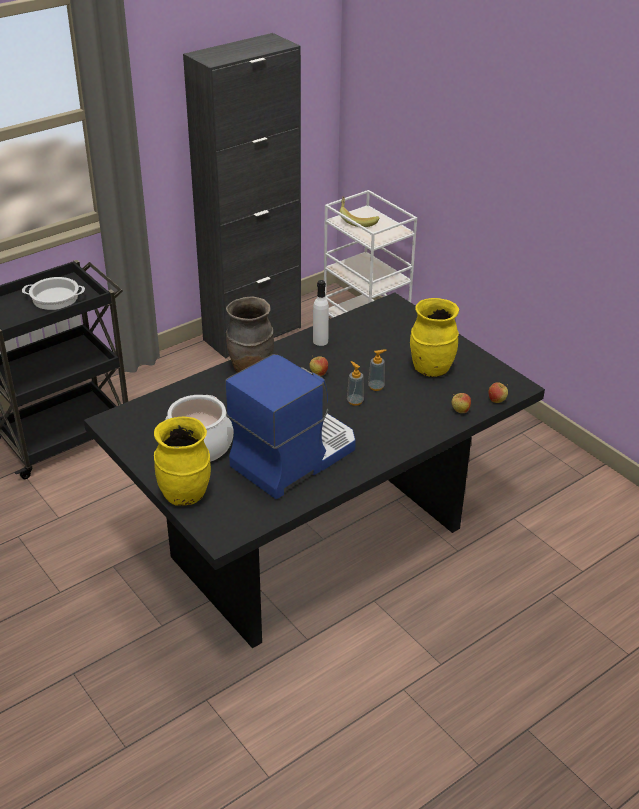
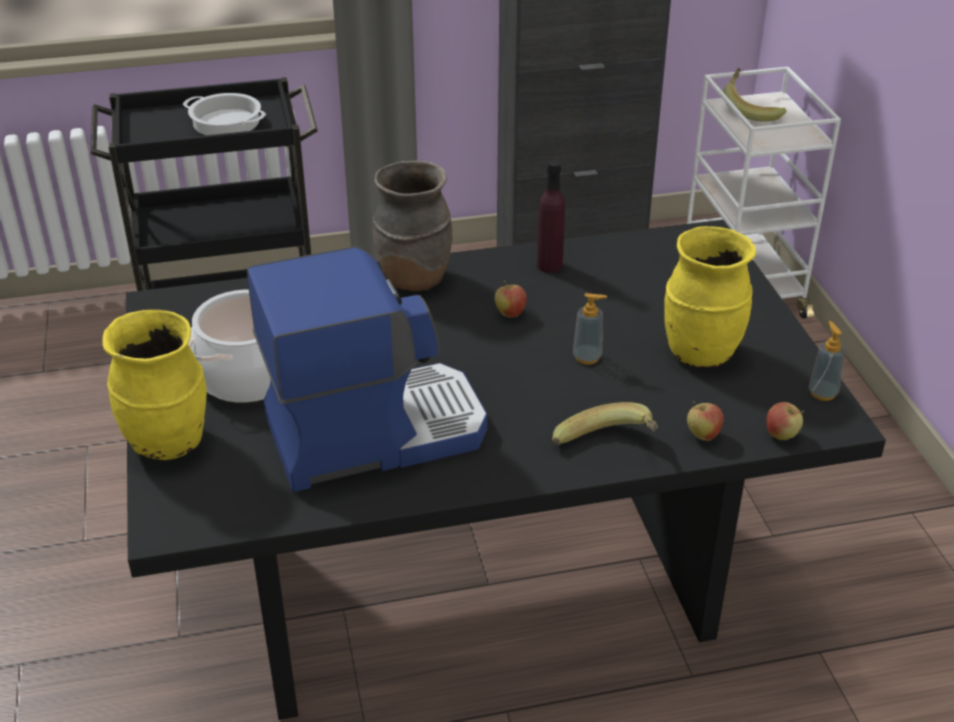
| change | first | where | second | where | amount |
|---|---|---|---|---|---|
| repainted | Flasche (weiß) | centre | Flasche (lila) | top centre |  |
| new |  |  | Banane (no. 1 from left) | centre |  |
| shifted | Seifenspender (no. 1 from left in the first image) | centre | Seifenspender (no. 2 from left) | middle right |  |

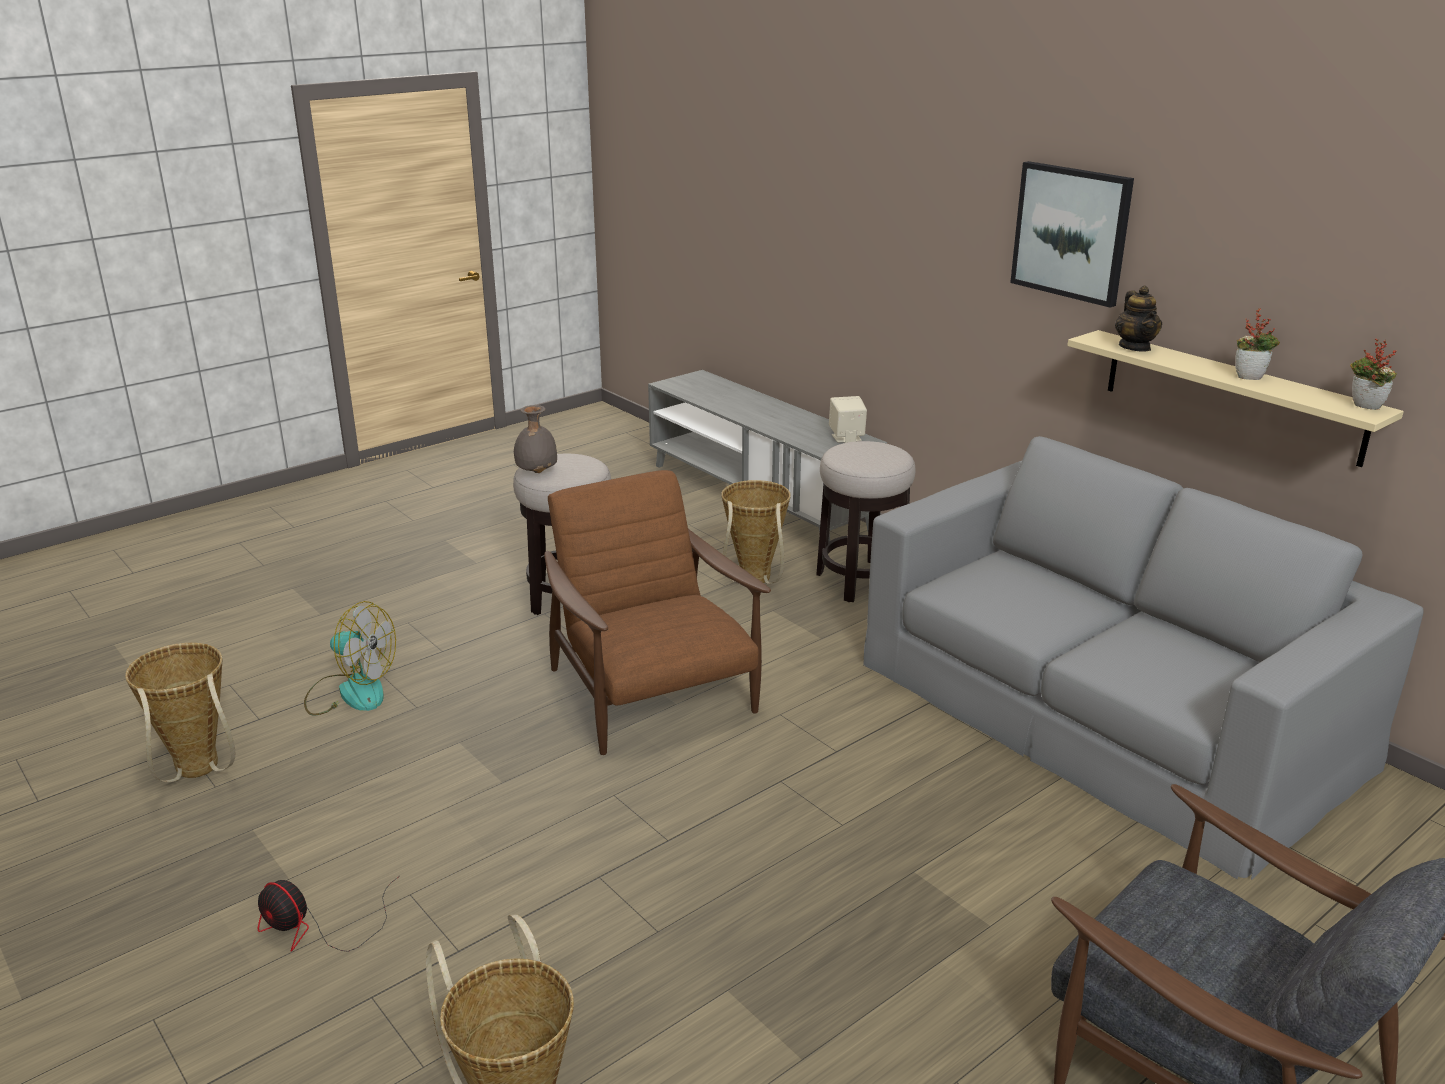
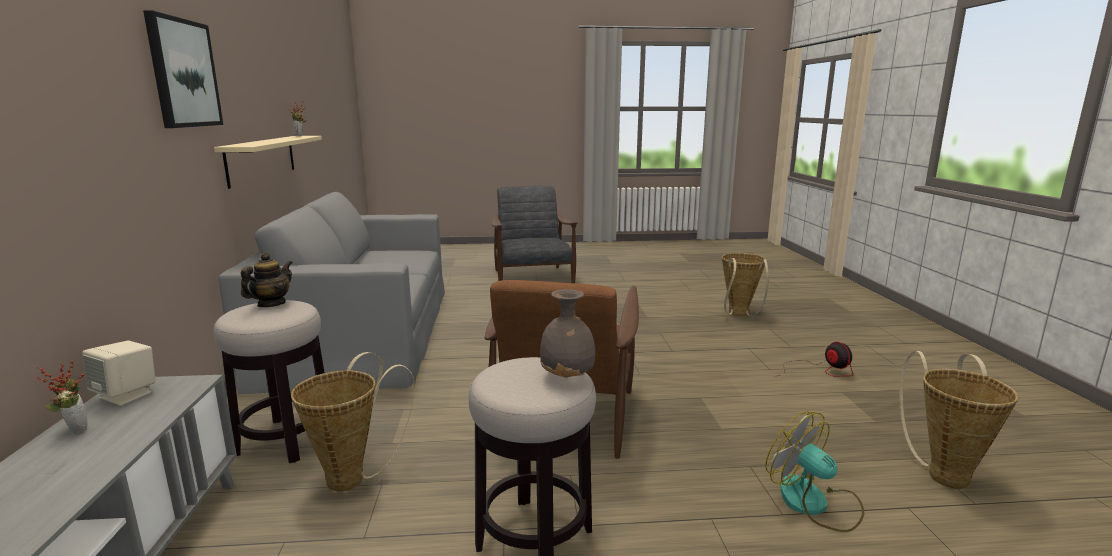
| change | first | where | second | where | amount |
|---|---|---|---|---|---|
| shifted | Topfpflanze (no. 1 from left) | top right |  | bottom left |  |
| shifted | Teekanne | top right |  | middle left |  |

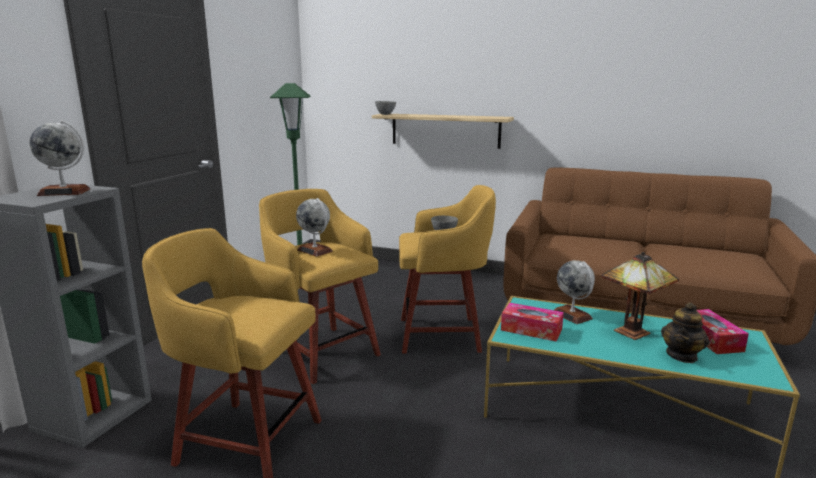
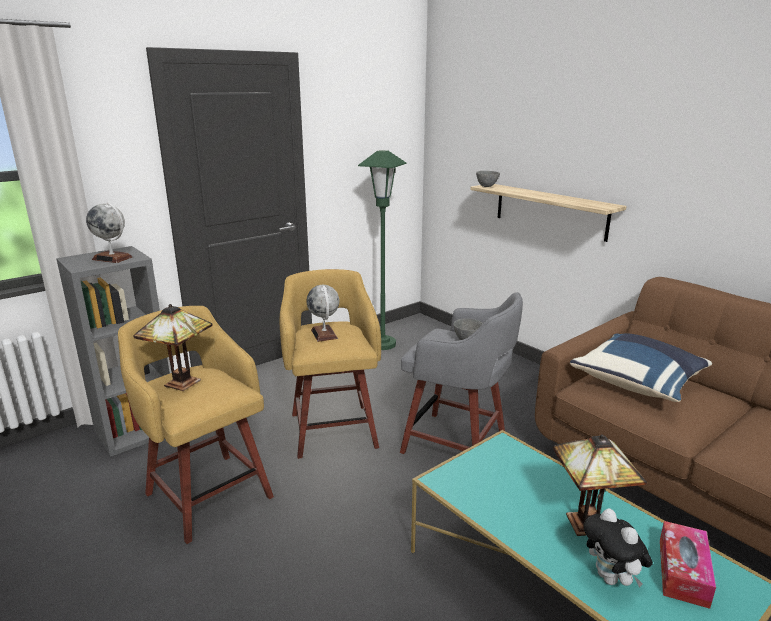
| change | first | where | second | where | amount |
|---|---|---|---|---|---|
| new |  |  | Tischlampe (no. 1 from left) | middle left |  |
| repainted | Hocker (gelb) (no. 3 from left) | centre | Hocker (grau) | centre |  |
| new |  |  | Kissen (blau) | middle right |  |
| swapped | Teekanne | bottom right | Plüschtier | bottom right |  |
| gone | Taschentuchbox (no. 1 from left) | bottom centre |  |  |  |
| gone | Globus (no. 3 from left) | middle right |  |  |  |

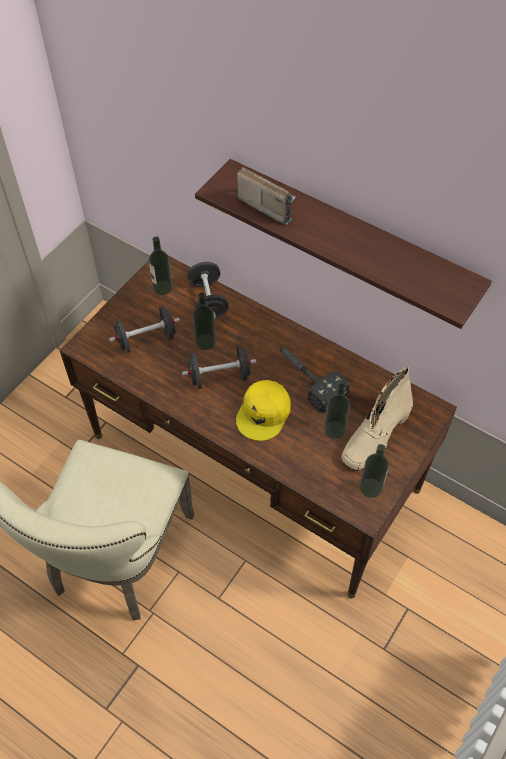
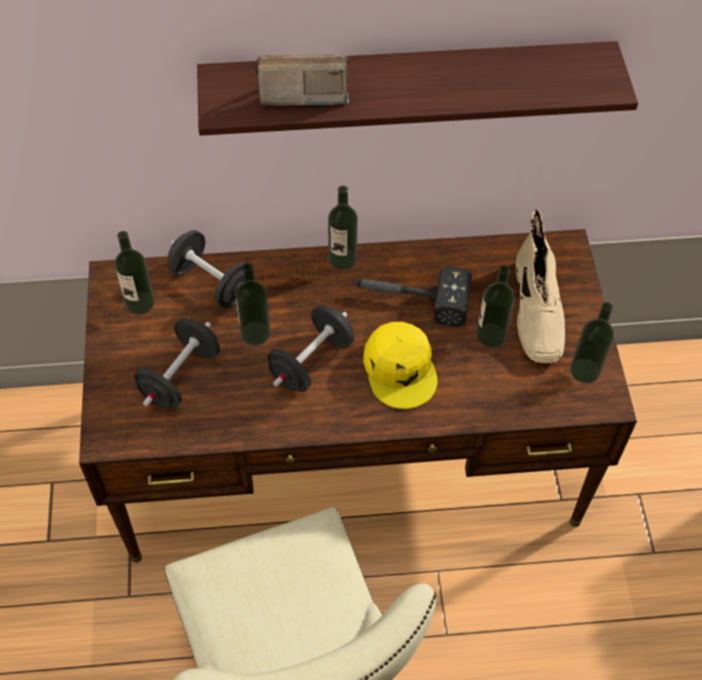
| change | first | where | second | where | amount |
|---|---|---|---|---|---|
| new |  |  | Flasche (no. 3 from left) | centre |  |

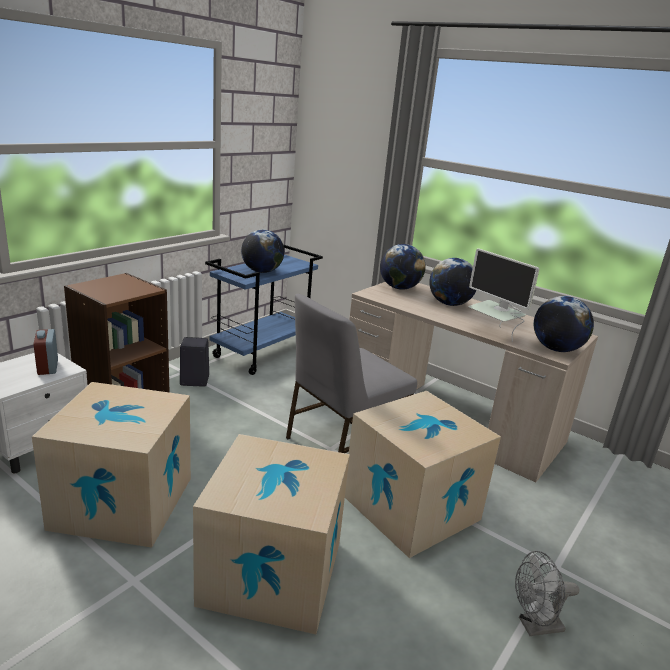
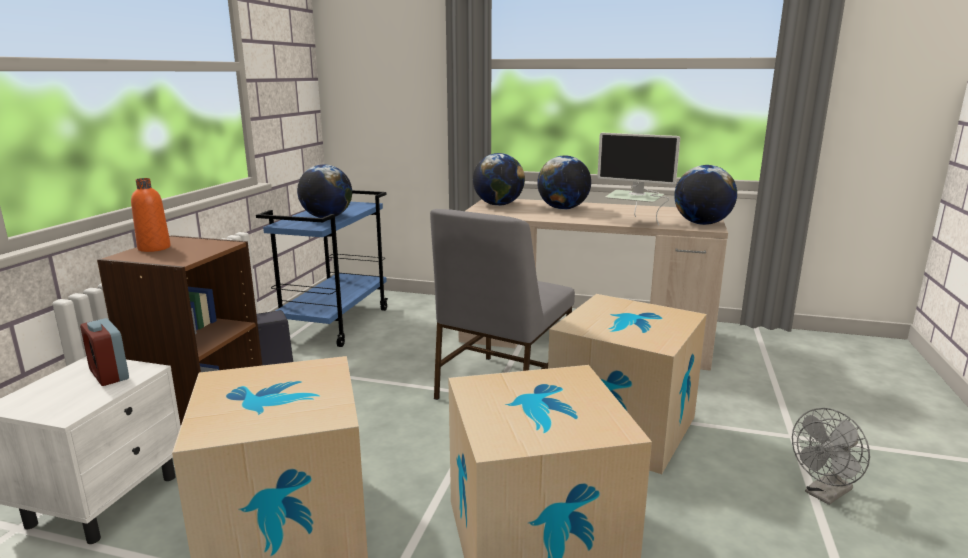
| change | first | where | second | where | amount |
|---|---|---|---|---|---|
| new |  |  | Flasche (orange) | middle left |  |

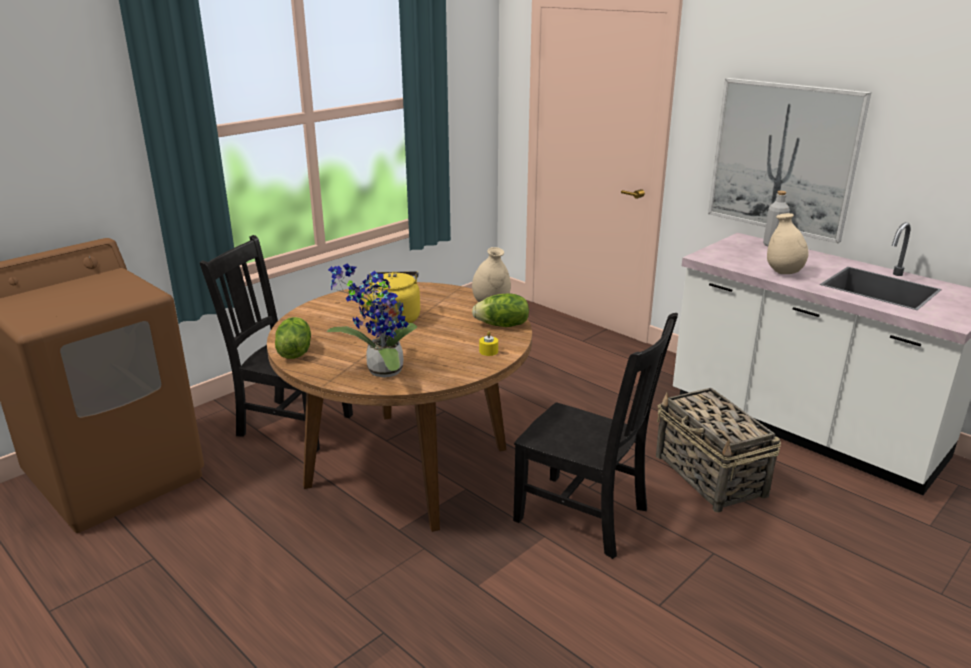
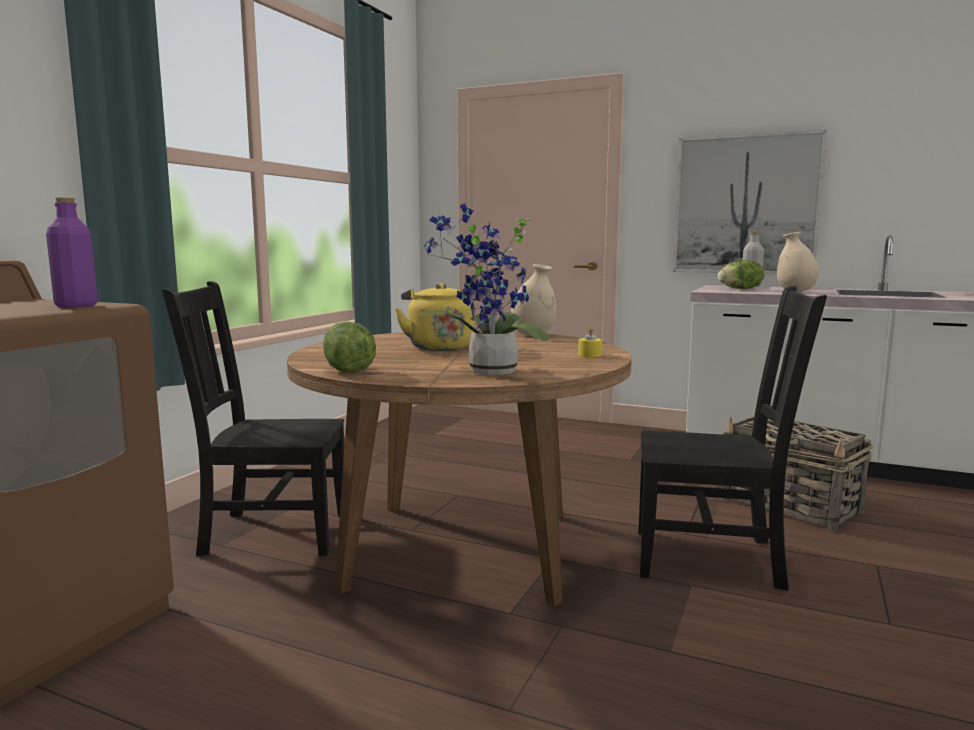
| change | first | where | second | where | amount |
|---|---|---|---|---|---|
| new |  |  | Flasche (lila) | middle left |  |
| shifted | Salatkopf (no. 2 from left) | centre |  | middle right |  |

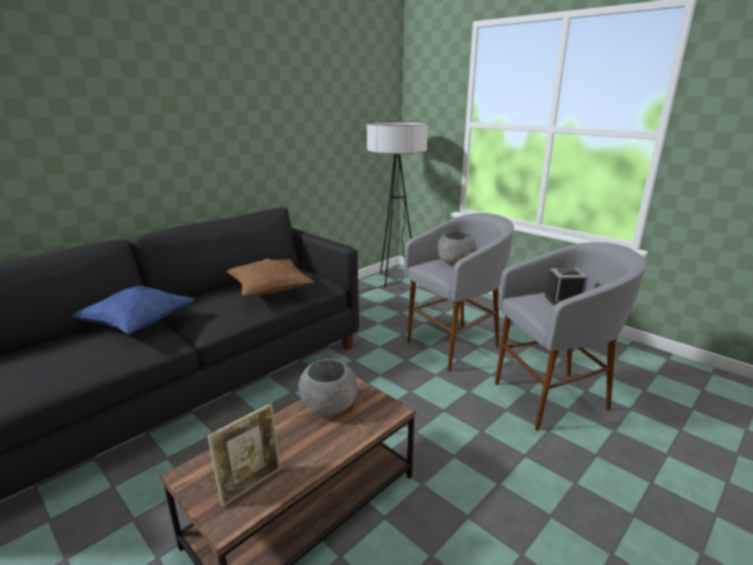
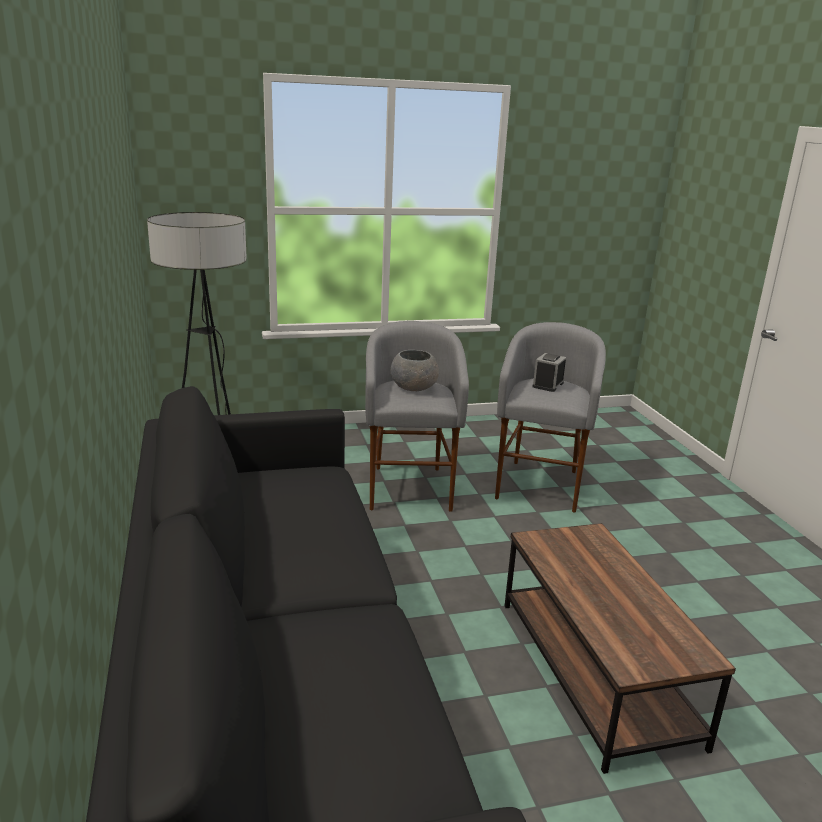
| change | first | where | second | where | amount |
|---|---|---|---|---|---|
| gone | Kissen (blau) | middle left |  |  |  |
| gone | Bilderrahmen | bottom left |  |  |  |
| gone | Kissen (braun) | centre |  |  |  |
| gone | Schüssel (grau) (no. 1 from left) | bottom centre |  |  |  |

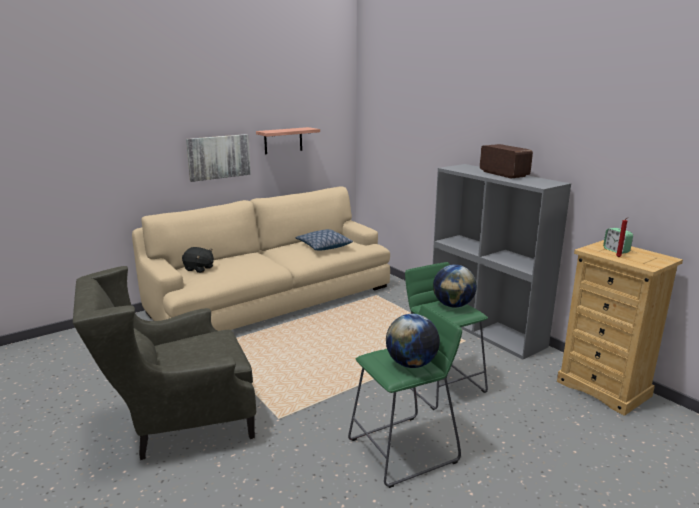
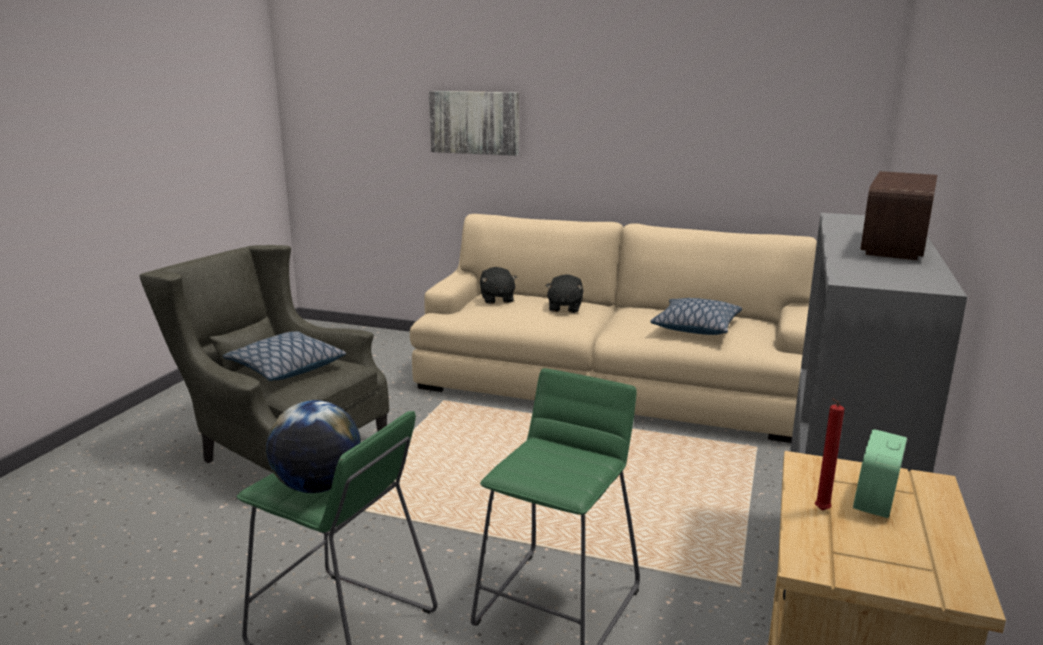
| change | first | where | second | where | amount |
|---|---|---|---|---|---|
| new |  |  | Kissen (no. 1 from left) | middle left |  |
| shifted | Bild | top left |  | top centre |  |
| new |  |  | Plüschtier (schwarz) (no. 2 from left) | centre |  |
| gone | Wandregal | top centre |  |  |  |
| gone | Globus (no. 2 from left) | centre |  |  |  |

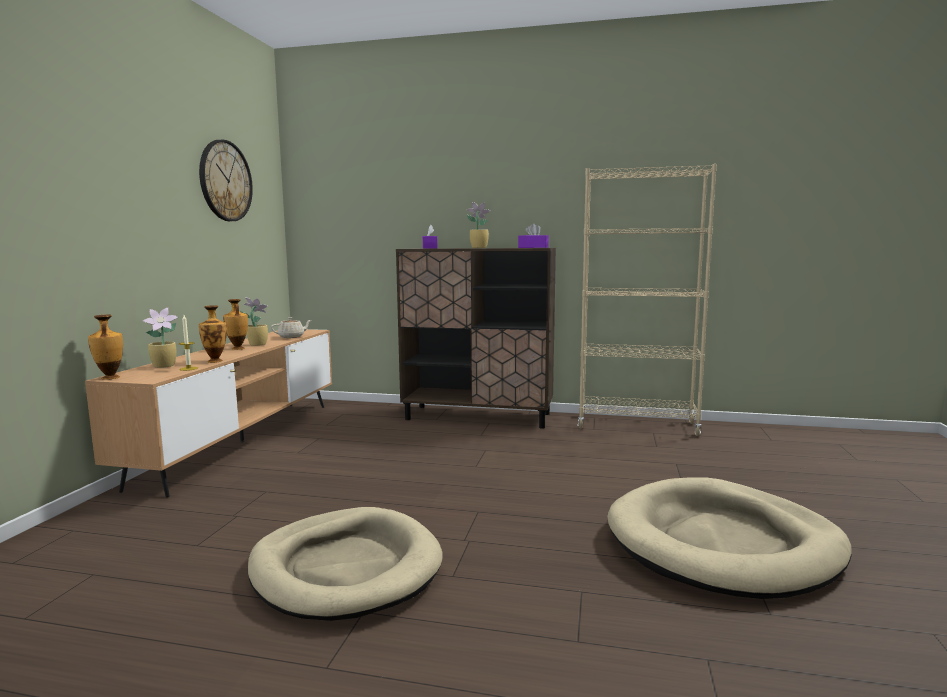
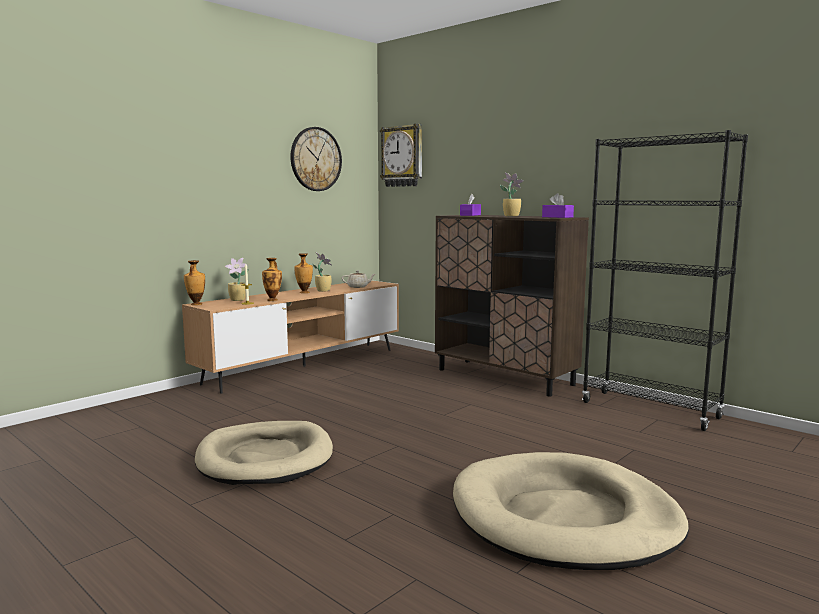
| change | first | where | second | where | amount |
|---|---|---|---|---|---|
| new |  |  | Wanduhr (no. 2 from left) | top centre |  |
| repainted | Bücherregal (beige) | middle right | Bücherregal (schwarz) | middle right |  |

